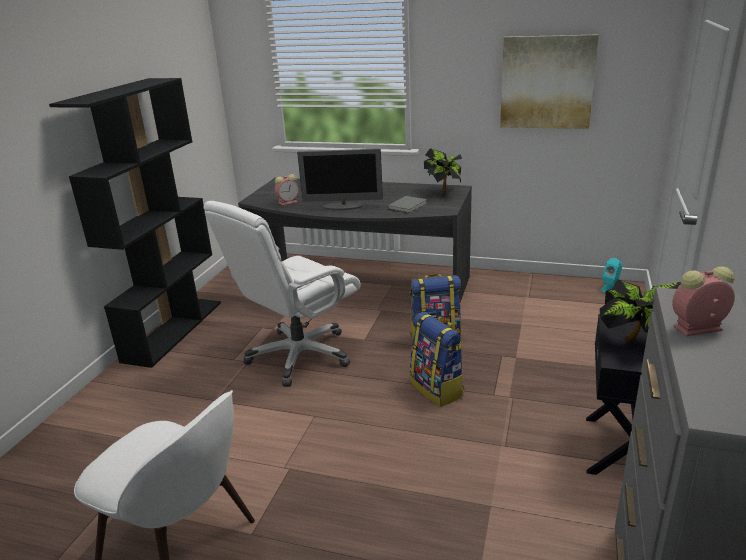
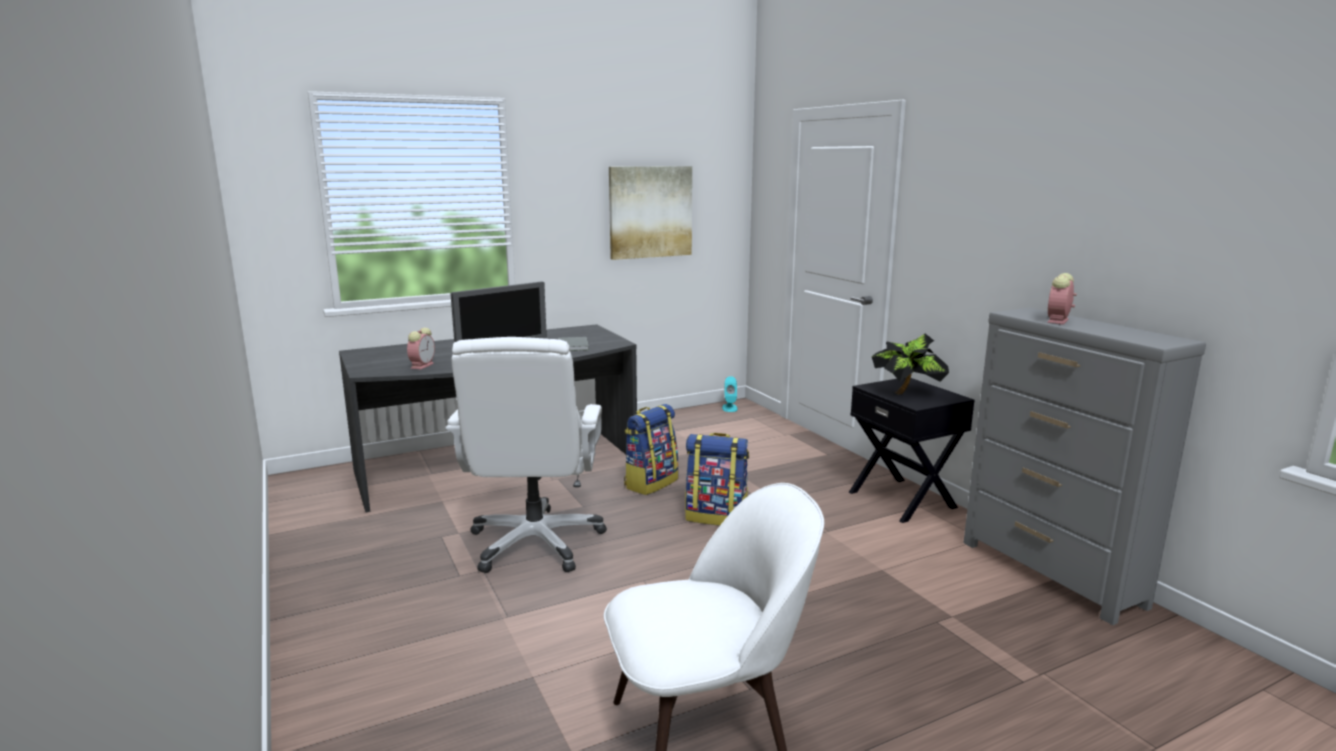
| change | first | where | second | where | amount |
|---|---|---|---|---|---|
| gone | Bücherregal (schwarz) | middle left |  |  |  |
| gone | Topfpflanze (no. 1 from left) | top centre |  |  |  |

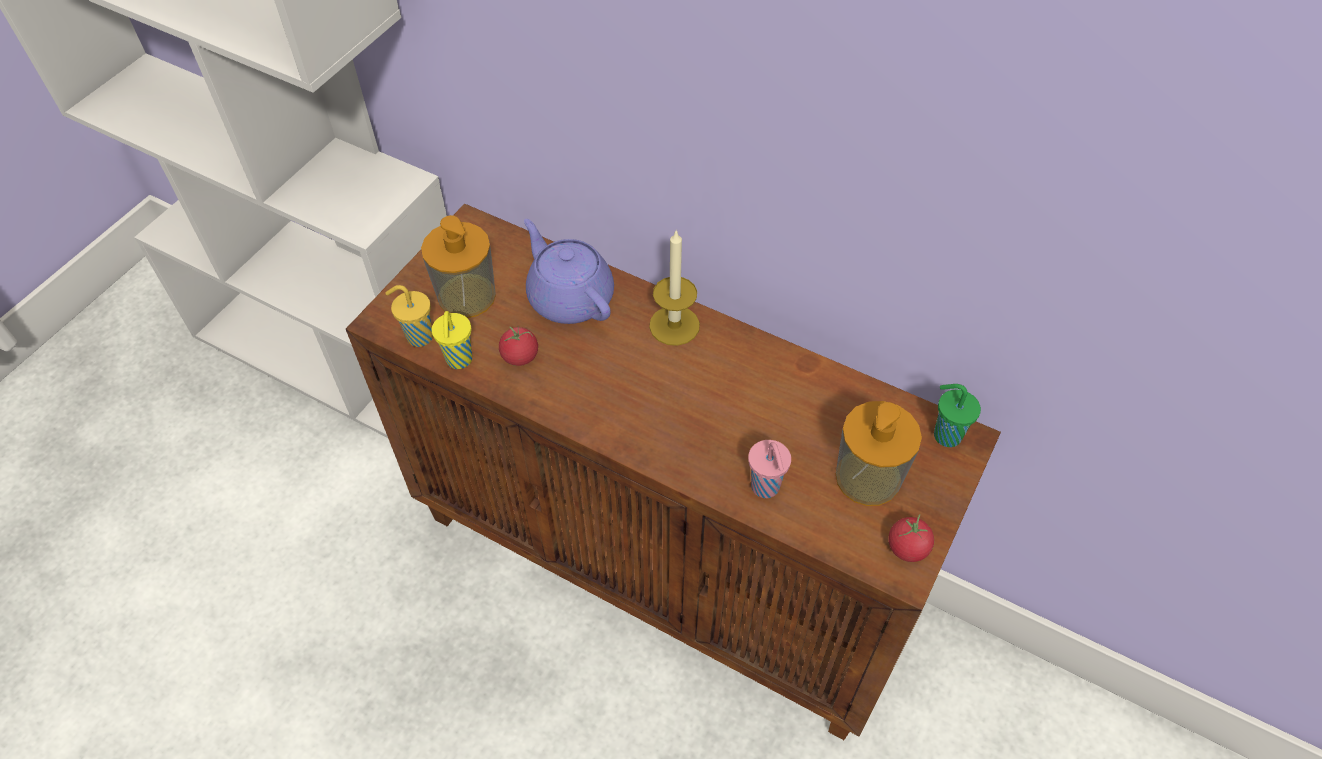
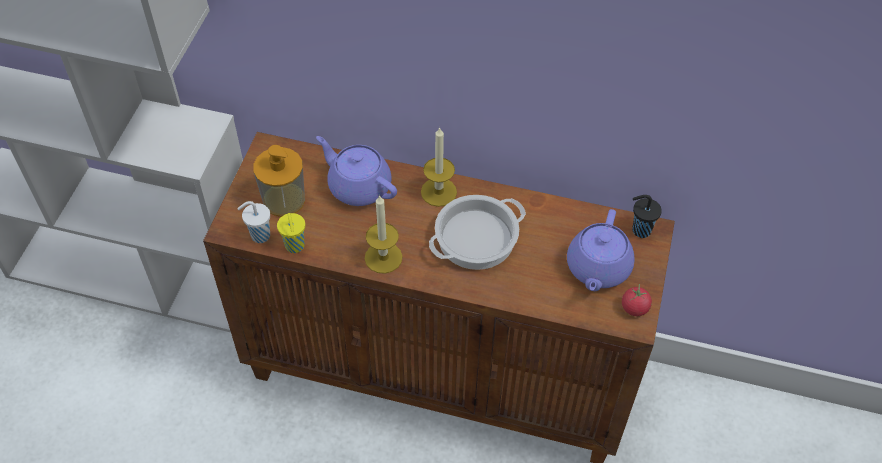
| change | first | where | second | where | amount |
|---|---|---|---|---|---|
| repainted | Tasse (gelb) (no. 1 from left) | middle left | Tasse (weiß) | middle left |  |
| new |  |  | Kerze (no. 1 from left) | centre |  |
| new |  |  | Kochtopf | centre |  |
| swapped | Seifenspender (no. 2 from left) | centre | Teekanne (lila) (no. 2 from left) | middle right |  |
| repainted | Tasse (grün) | middle right | Tasse (schwarz) | middle right |  |
| gone | Tomate (no. 1 from left) | centre |  |  |  |
| gone | Tasse (rosa) | centre |  |  |  |

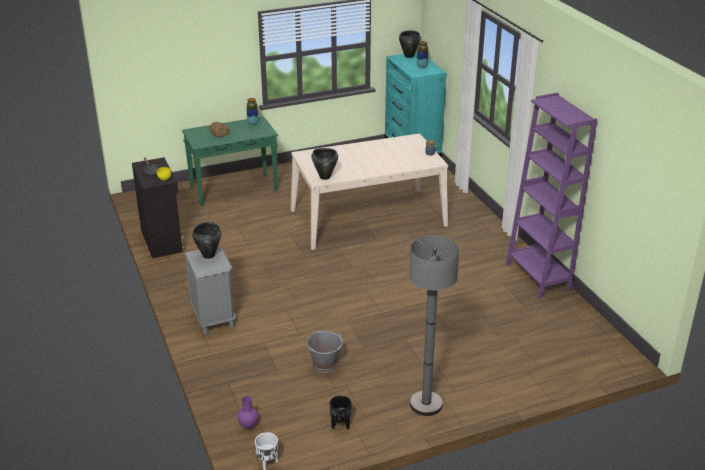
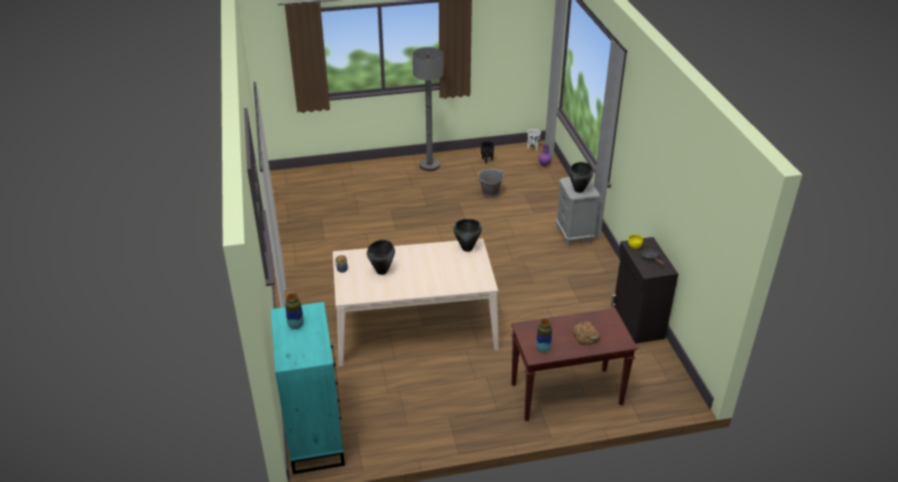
| change | first | where | second | where | amount |
|---|---|---|---|---|---|
| shifted | Kochtopf (schwarz) (no. 3 from left in the first image) | top centre | Kochtopf (schwarz) (no. 1 from left) | centre |  |
| repainted | Konsolentisch (grün) | middle left | Konsolentisch (braun) | bottom centre |  |
| gone | Bücherregal (lila) | middle right |  |  |  |

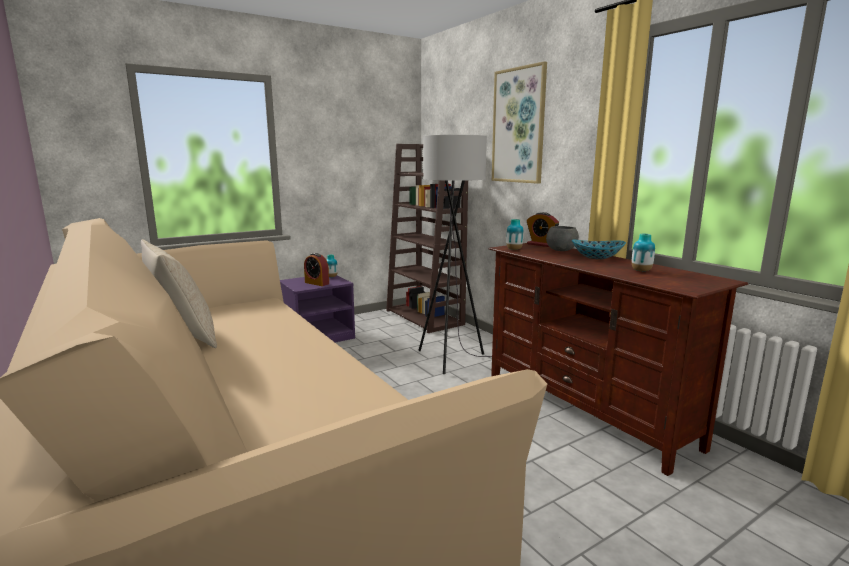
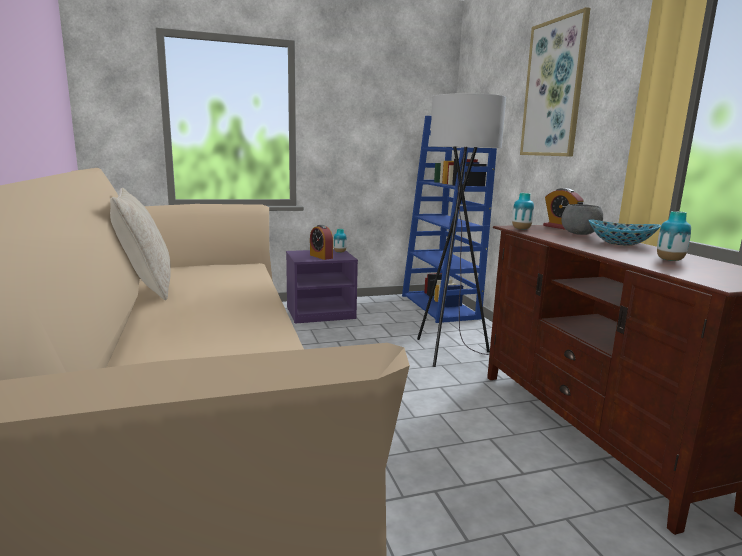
| change | first | where | second | where | amount |
|---|---|---|---|---|---|
| repainted | Bücherregal (braun) | centre | Bücherregal (blau) | centre |  |

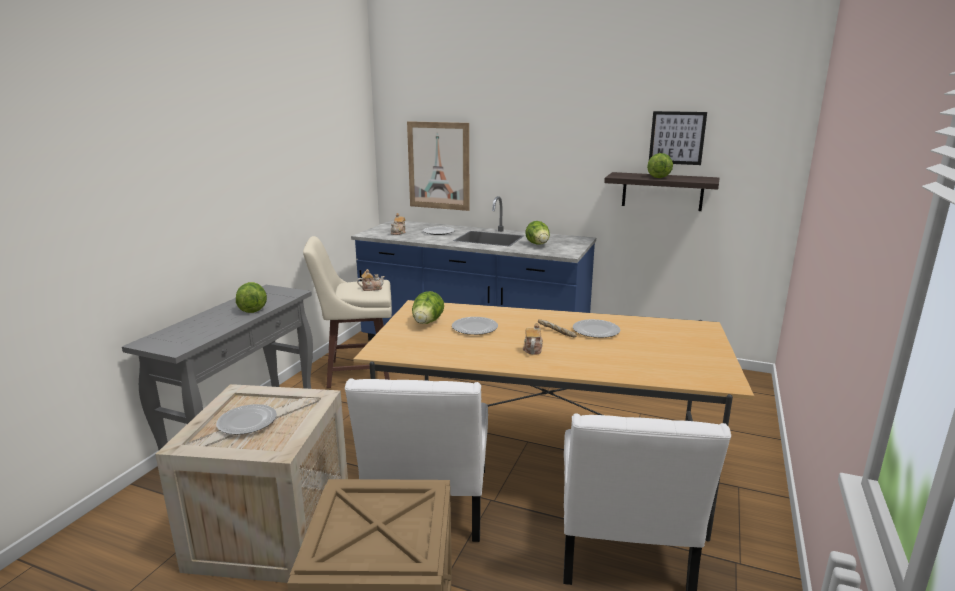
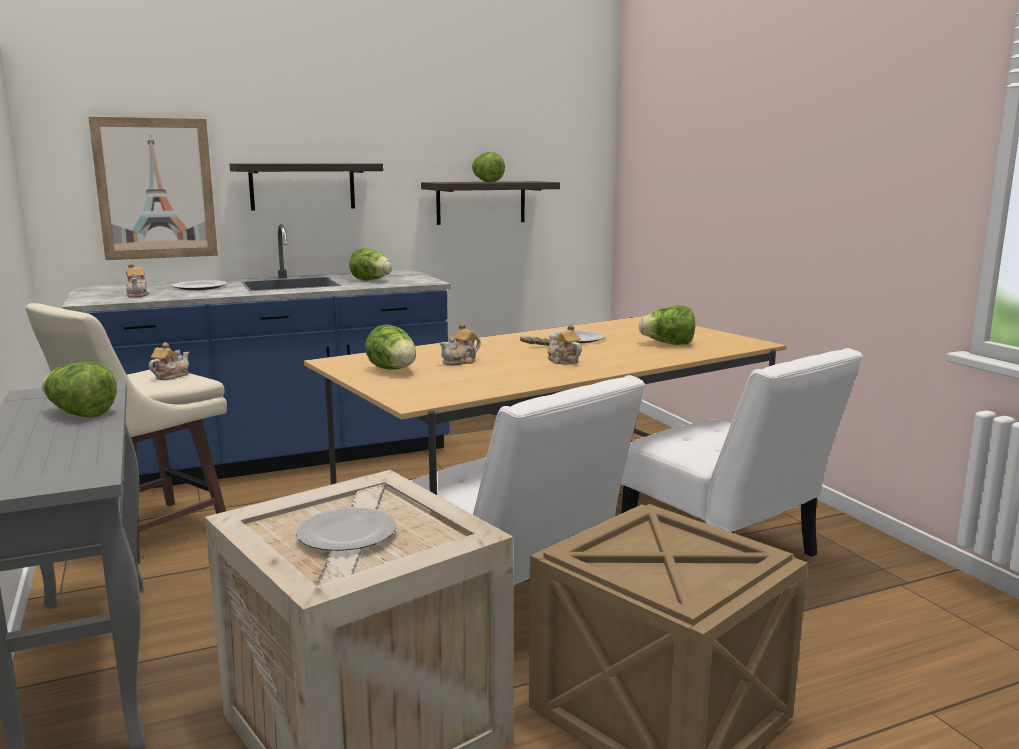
| change | first | where | second | where | amount |
|---|---|---|---|---|---|
| new |  |  | Wandregal (no. 1 from left) | top left |  |
| swapped | Teller (no. 3 from left) | centre | Teekanne (no. 3 from left) | centre |  |
| new |  |  | Salatkopf (no. 5 from left) | centre |  |
| gone | Bild (no. 2 from left) | top right |  |  |  |

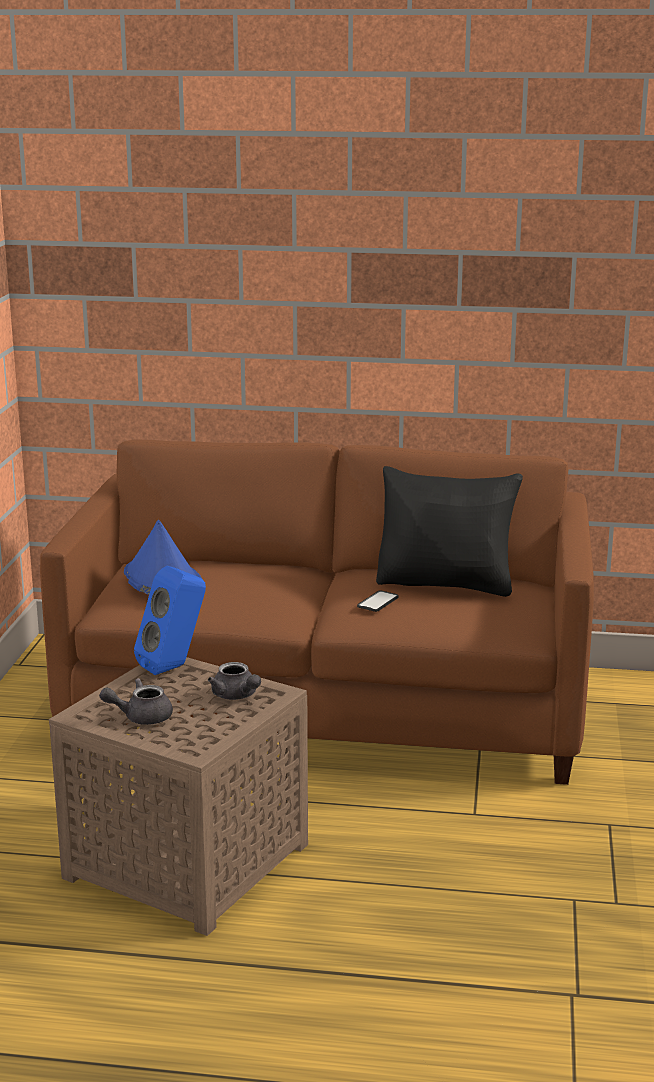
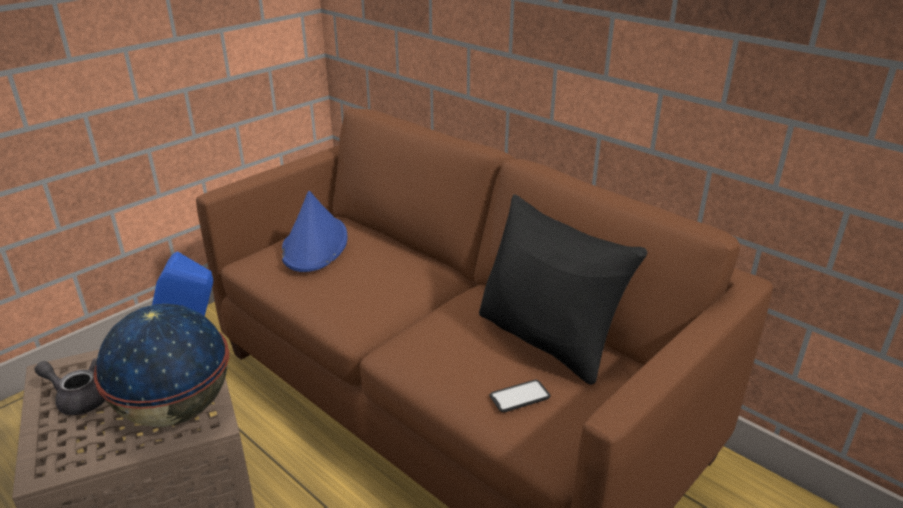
| change | first | where | second | where | amount |
|---|---|---|---|---|---|
| swapped | Teekanne (grau) (no. 2 from left) | centre | Globus | bottom left |  |
| shifted | Handy | centre |  | bottom centre |  |

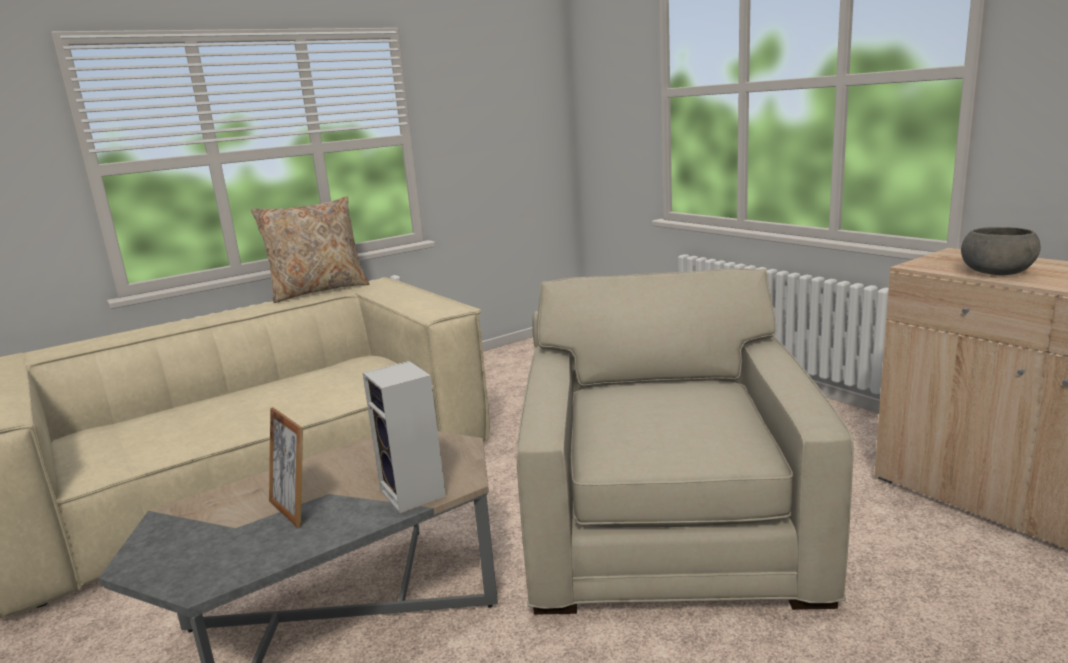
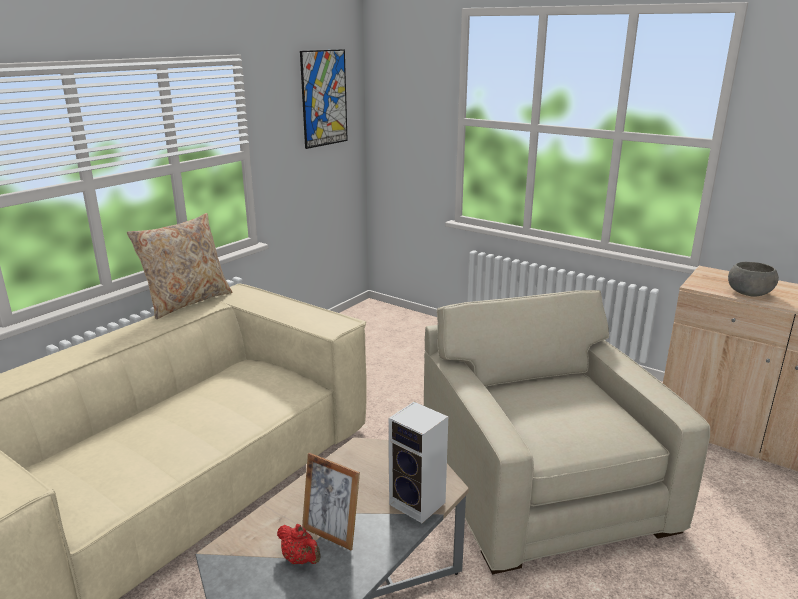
| change | first | where | second | where | amount |
|---|---|---|---|---|---|
| new |  |  | Teekanne (rot) | bottom centre |  |
| new |  |  | Bild | top centre |  |

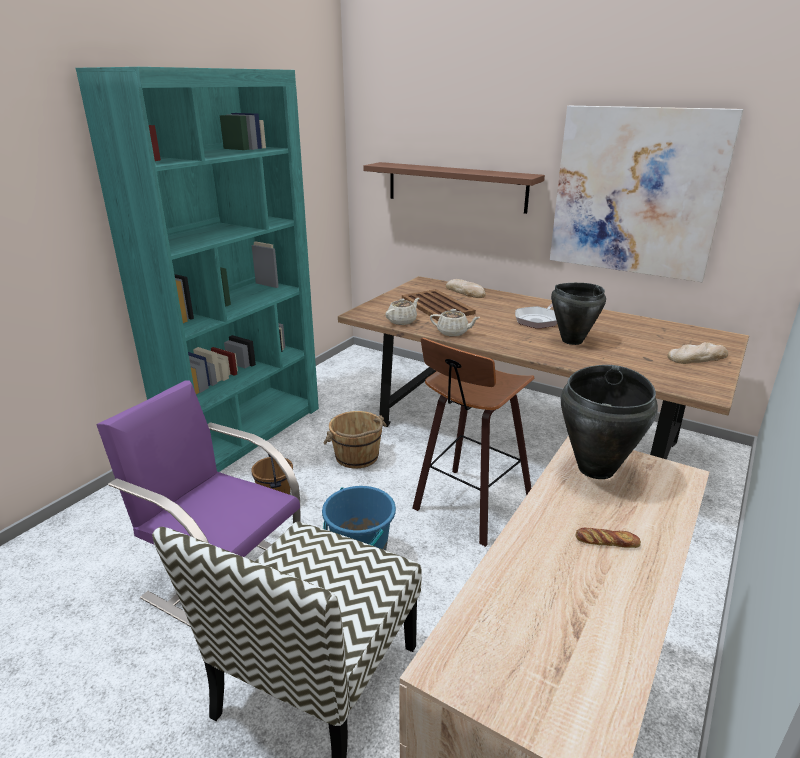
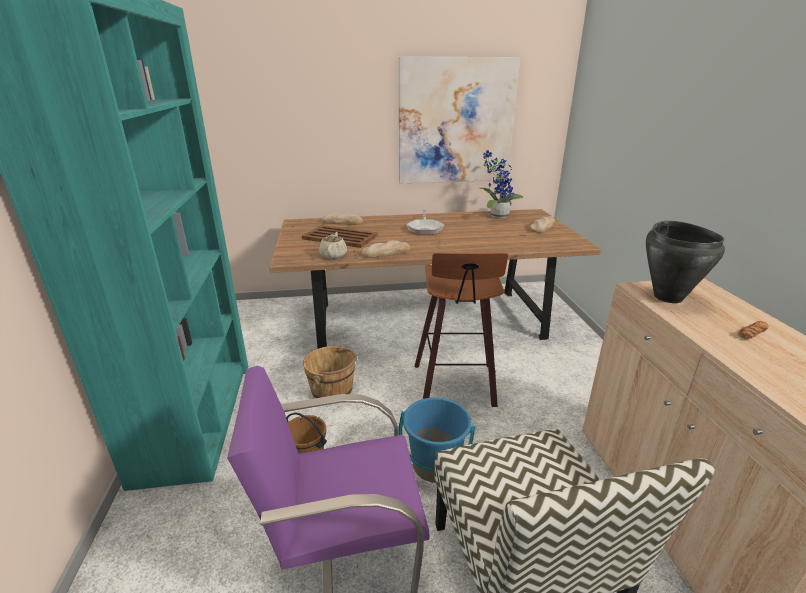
| change | first | where | second | where | amount |
|---|---|---|---|---|---|
| swapped | Teekanne (beige) (no. 2 from left) | centre | Brot (no. 2 from left) | centre |  |
| new |  |  | Topfpflanze | top centre |  |
| gone | Wandregal (braun) | top centre |  |  |  |
| gone | Kochtopf (schwarz) (no. 1 from left) | middle right |  |  |  |

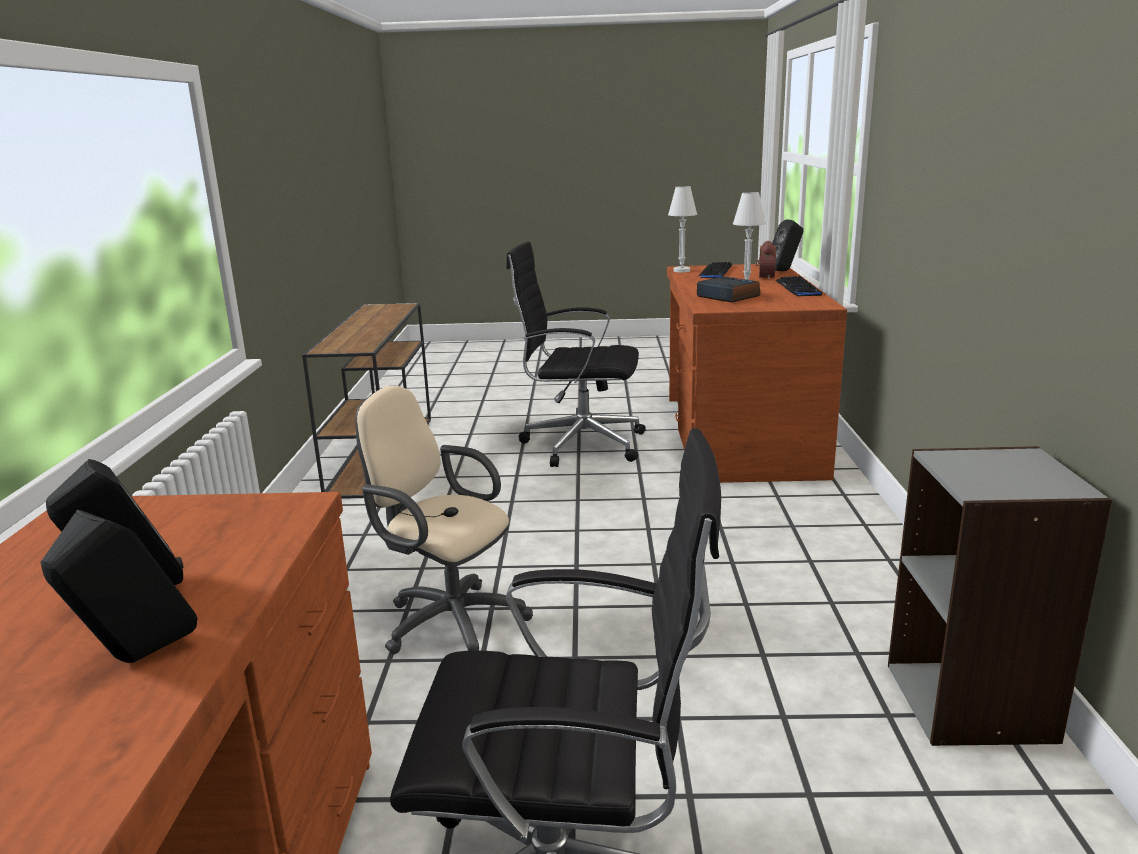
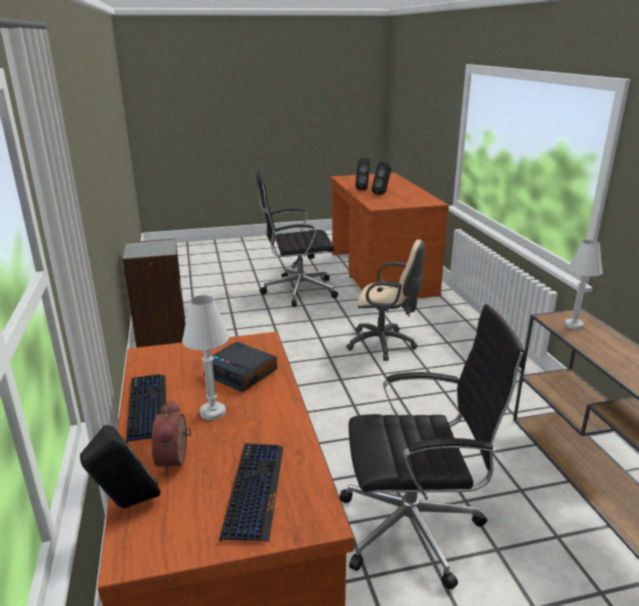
| change | first | where | second | where | amount |
|---|---|---|---|---|---|
| shifted | Tischlampe (weiß) (no. 1 from left in the first image) | top centre | Tischlampe (weiß) (no. 2 from left) | middle right |  |

